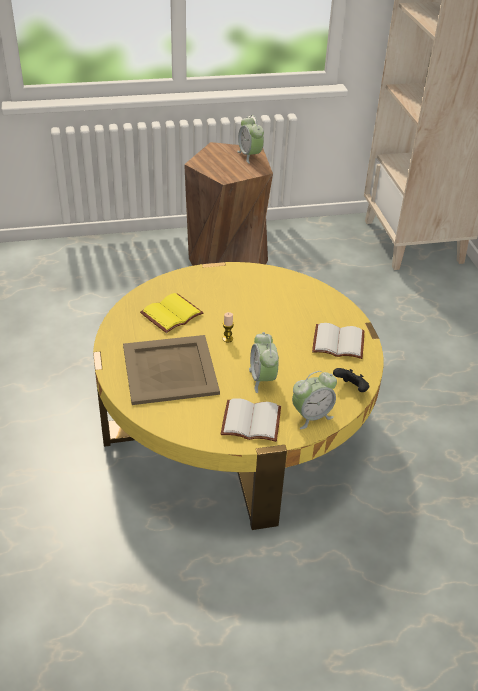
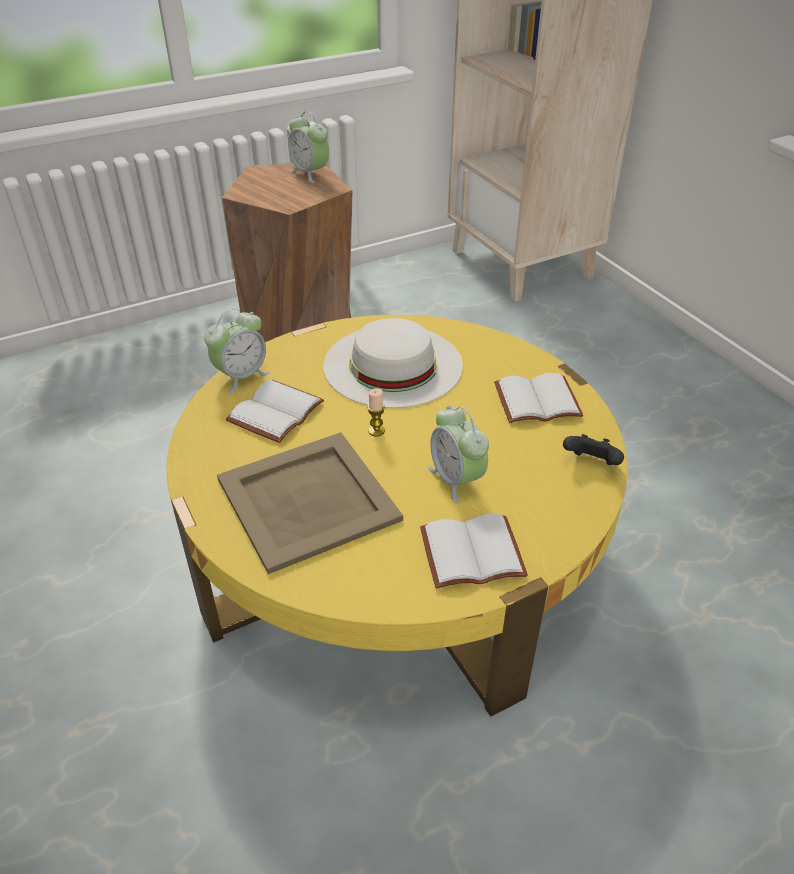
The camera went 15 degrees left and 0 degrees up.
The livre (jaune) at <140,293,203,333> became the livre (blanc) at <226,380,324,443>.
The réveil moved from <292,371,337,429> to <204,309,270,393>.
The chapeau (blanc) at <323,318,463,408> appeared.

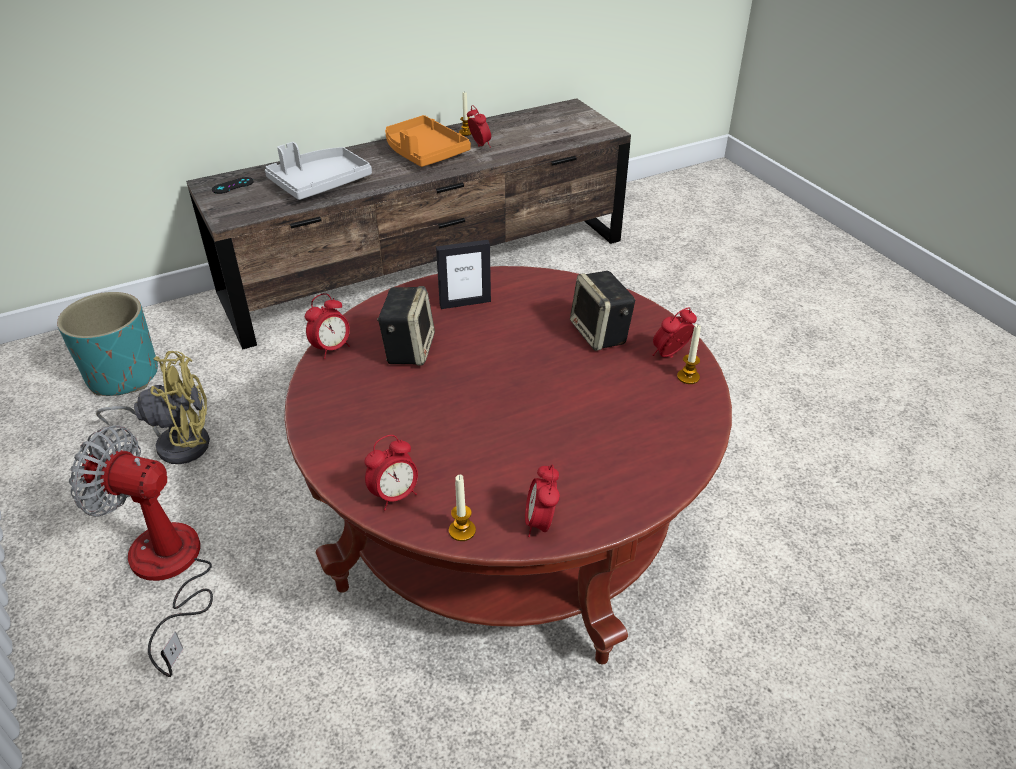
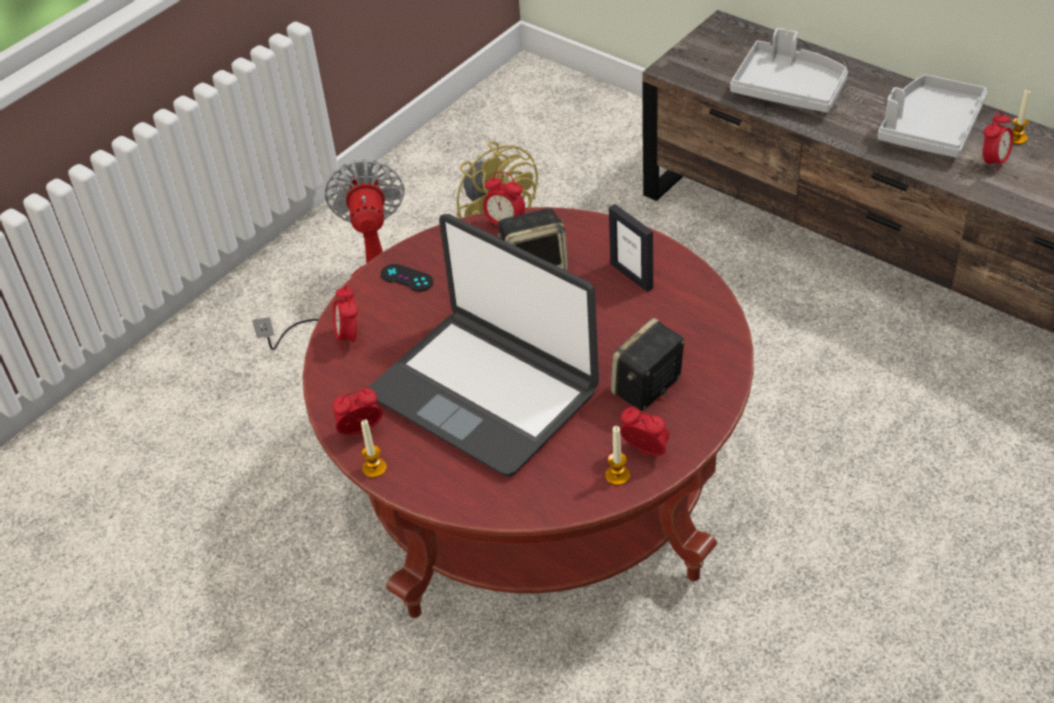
The camera went 70 degrees right and 5 degrees up.
The cache-pot (turquoise) at <57,292,158,396> disappeared.
The manette (noir) moved from <212,177,254,194> to <381,264,433,292>.
The réveil at <364,435,418,510> turned 45 degrees clockwise.
The plateau (orange) at <385,115,471,167> became the plateau (gris) at <878,75,987,158>.
The bougie moved from <449,475,476,541> to <361,420,387,478>.
The ordinateur portable at <368,214,599,477> appeared.

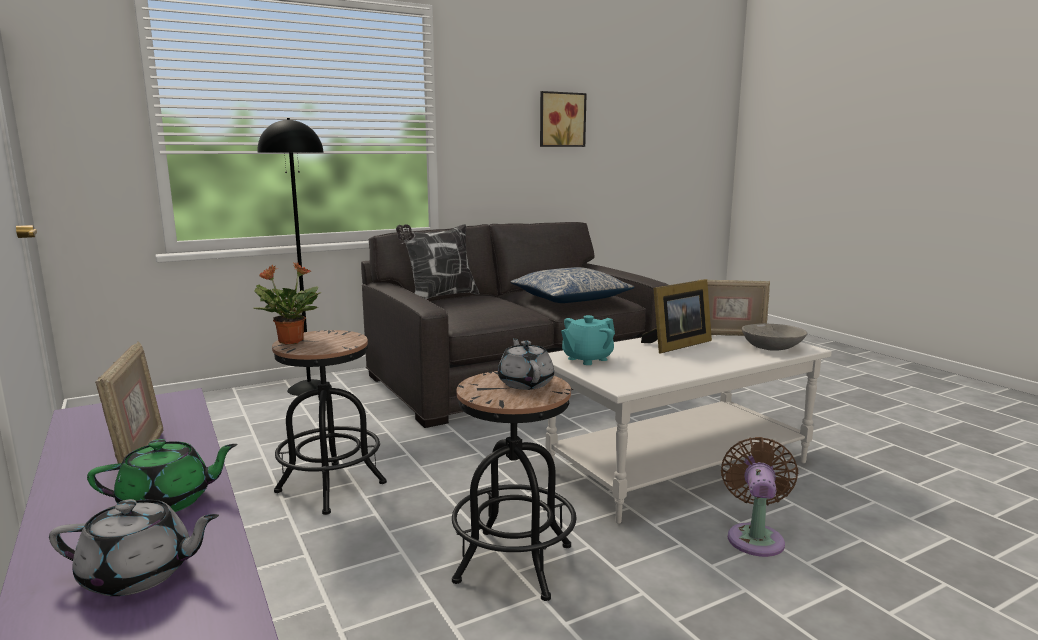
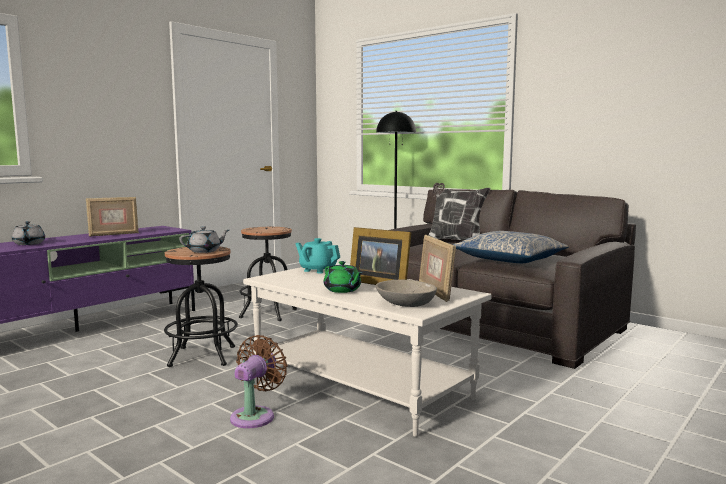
The camera went 70 degrees right and 5 degrees down.
The théière (vert) moved from <87,439,238,512> to <324,261,363,293>.
The plante en pot at <253,262,322,344> disappeared.
The tableau at <540,91,587,147> disappeared.
The ventilateur (marron) at <721,437,798,557> turned 60 degrees counterclockwise.

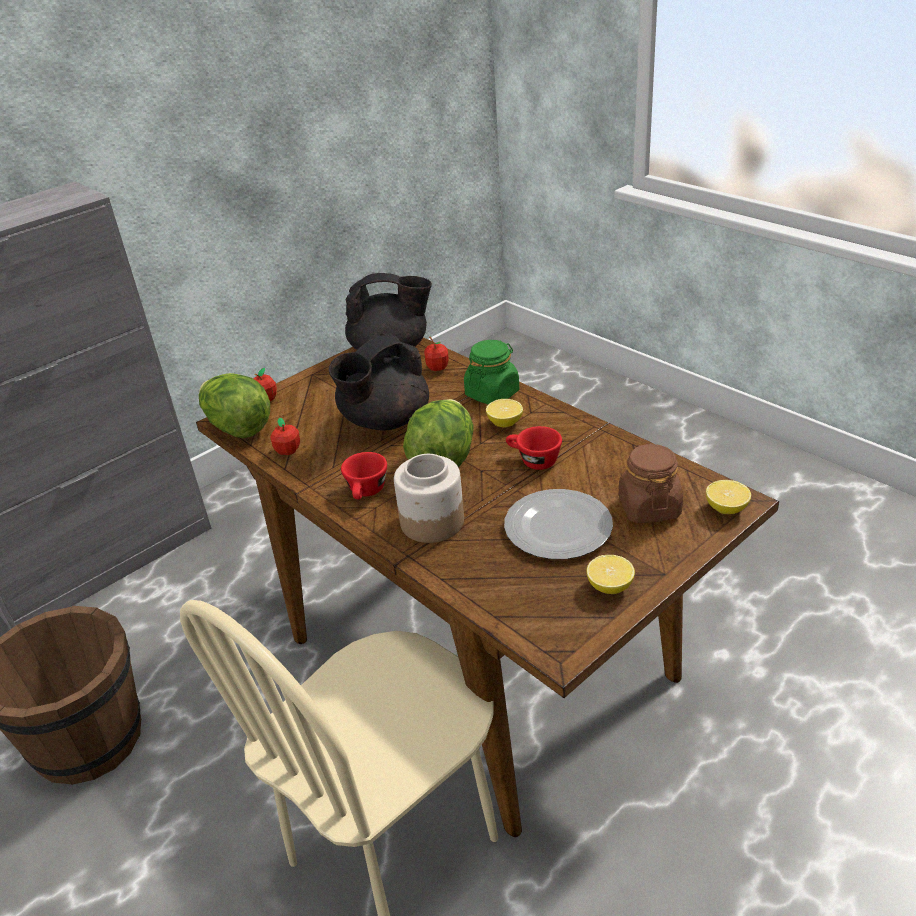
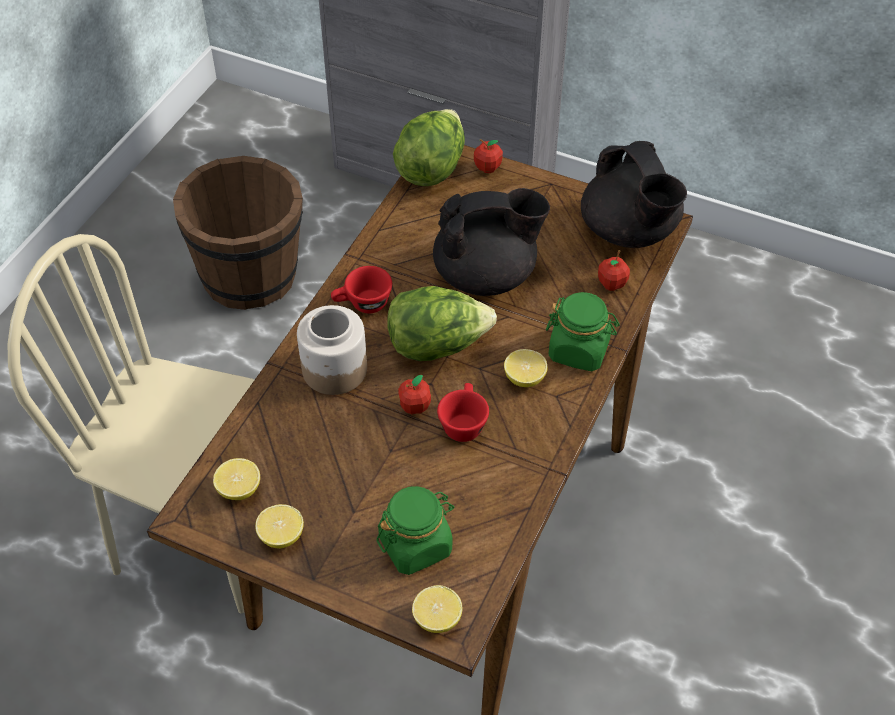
The camera went 65 degrees right and 15 degrees up.
The pomme moved from <270,418,300,455> to <398,375,431,414>.
The théière (noir) at <329,333,429,431> turned 150 degrees clockwise.
The assiette at <504,489,613,559> disappeared.
The bocal (marron) at <619,443,683,523> became the bocal (vert) at <377,486,454,575>.
The citron at <213,458,260,500> appeared.

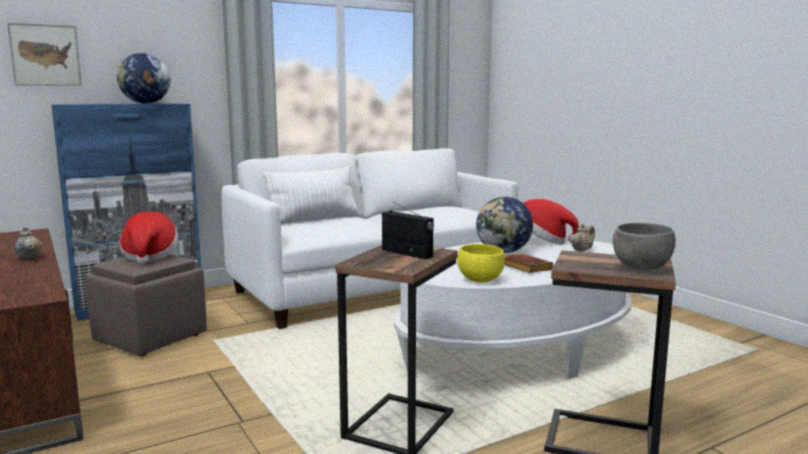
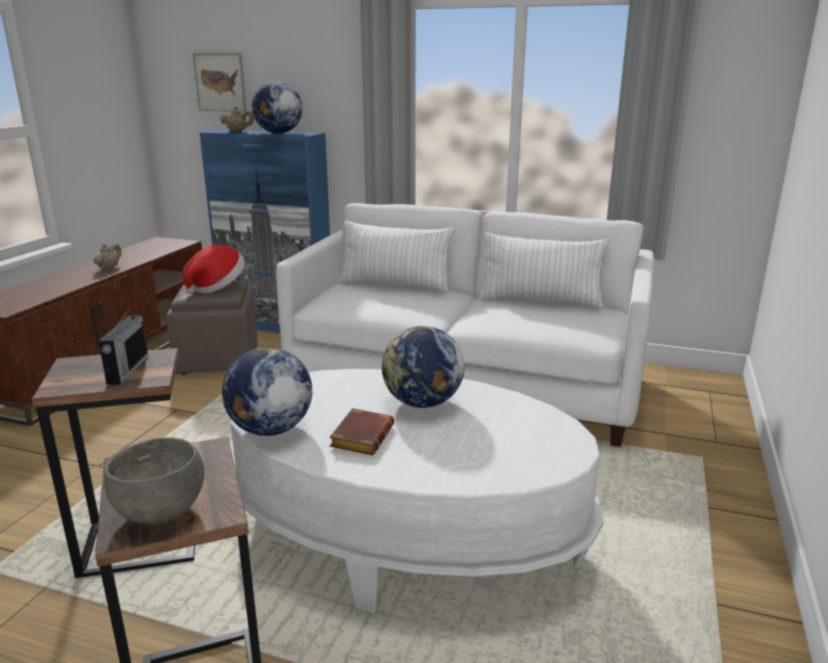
The camera went 50 degrees right and 10 degrees up.
The bol (jaune) at <457,244,505,283> was replaced by the globe at <222,347,312,436>.
The chapeau at <523,199,579,244> disappeared.
The théière (beige) moved from <571,224,595,252> to <220,107,254,132>.
The coussin (blanc) at <478,233,609,309> appeared.

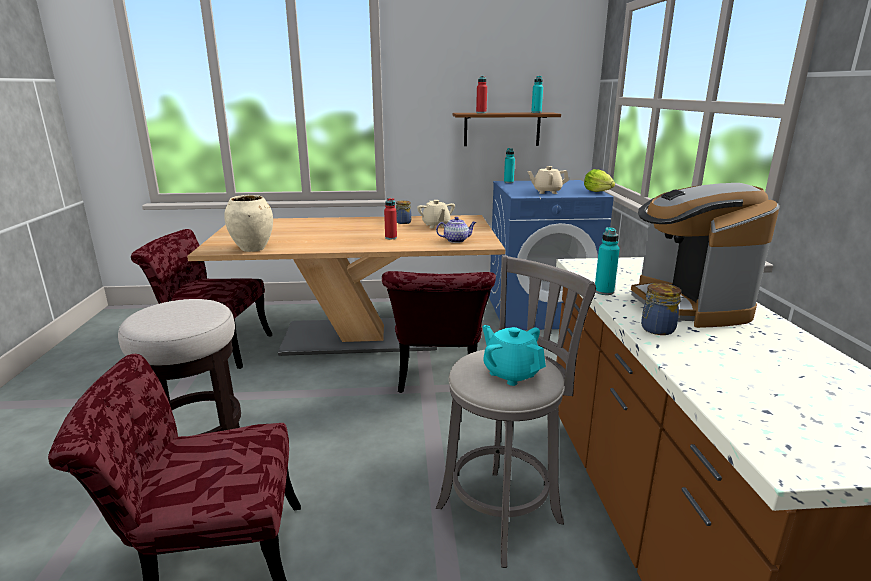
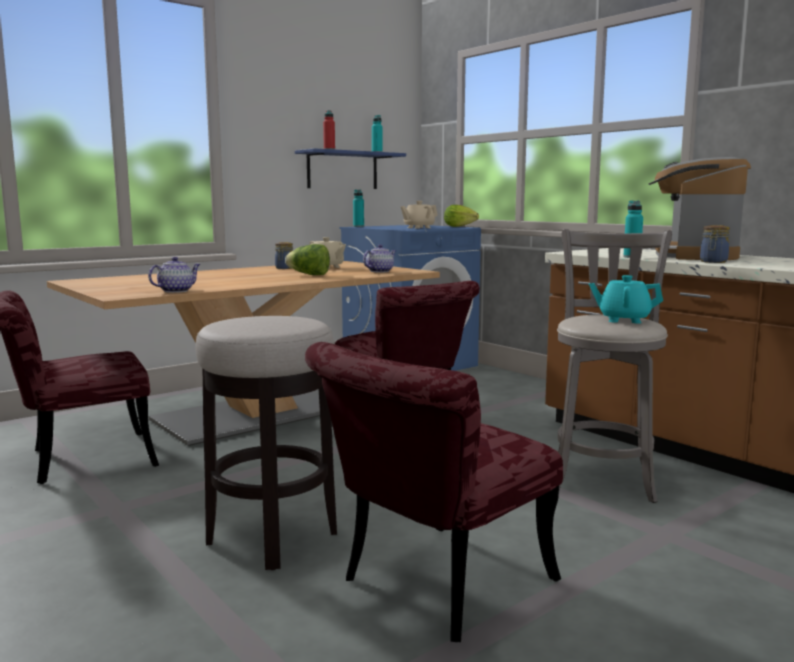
The camera went 35 degrees left and 10 degrees down.
The vase (beige) at <224,195,273,252> was replaced by the théière at <148,257,200,293>.
The bouteille (rouge) at <384,198,397,239> was replaced by the laitue at <285,244,330,275>.
The étagère (marron) at <453,112,561,146> became the étagère (bleu) at <295,148,406,189>.
The machine à café at <631,183,780,328> turned 60 degrees clockwise.

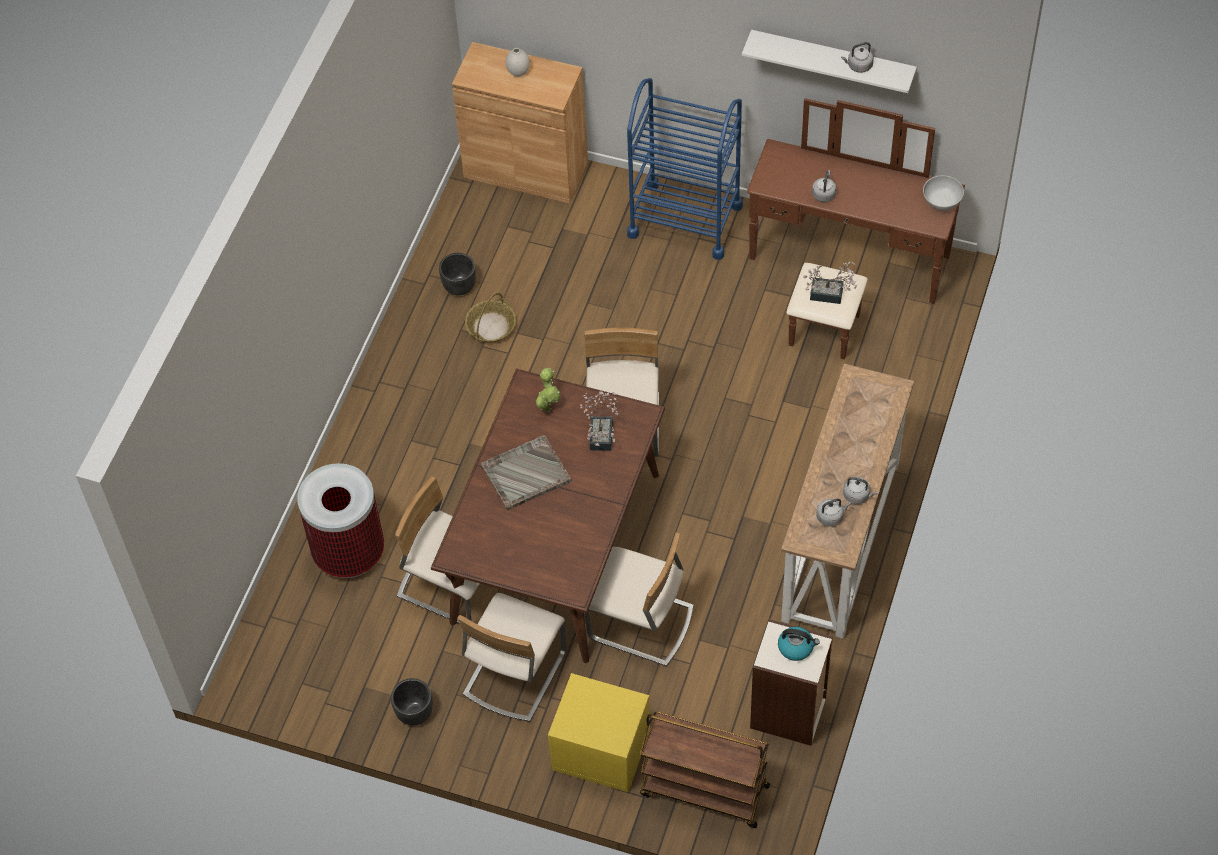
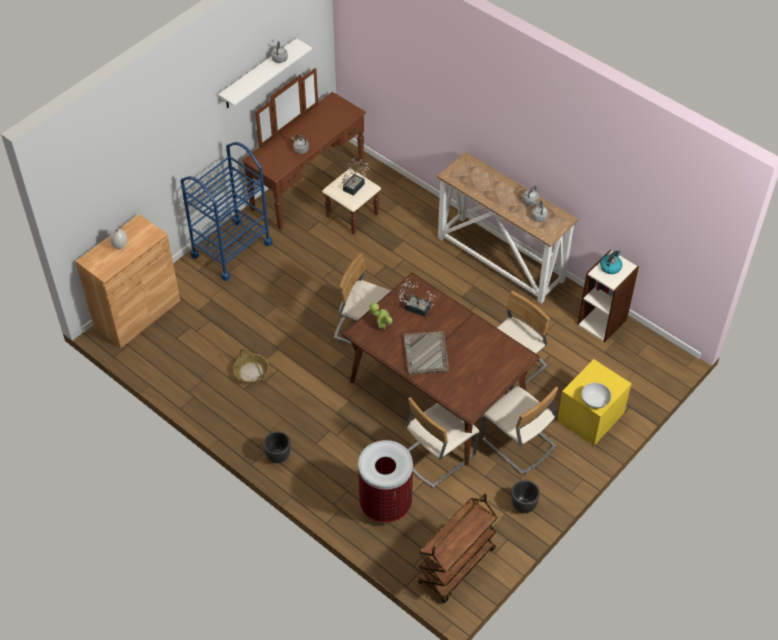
The camera went 70 degrees left and 5 degrees down.
The cache-pot (noir) moved from <439,253,476,295> to <263,431,291,463>.
The chariot (marron) moved from <640,711,770,828> to <417,494,498,603>.
The bol (blanc) moved from <923,175,964,210> to <581,383,611,409>.

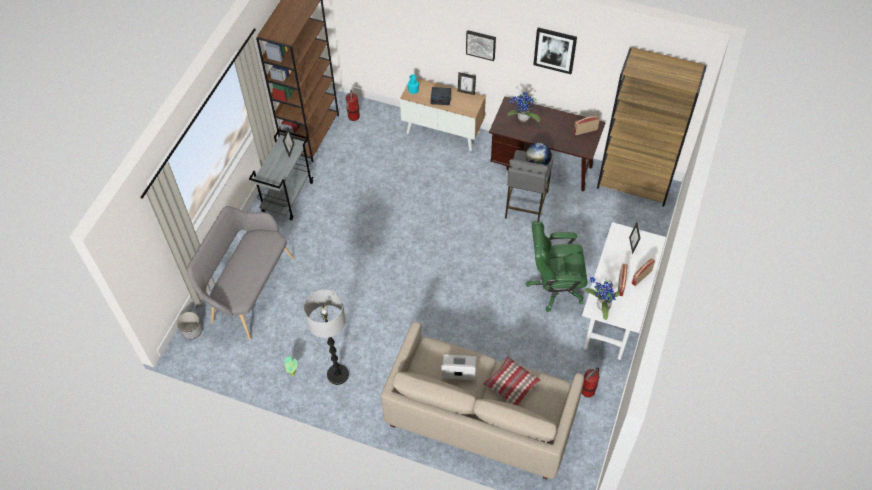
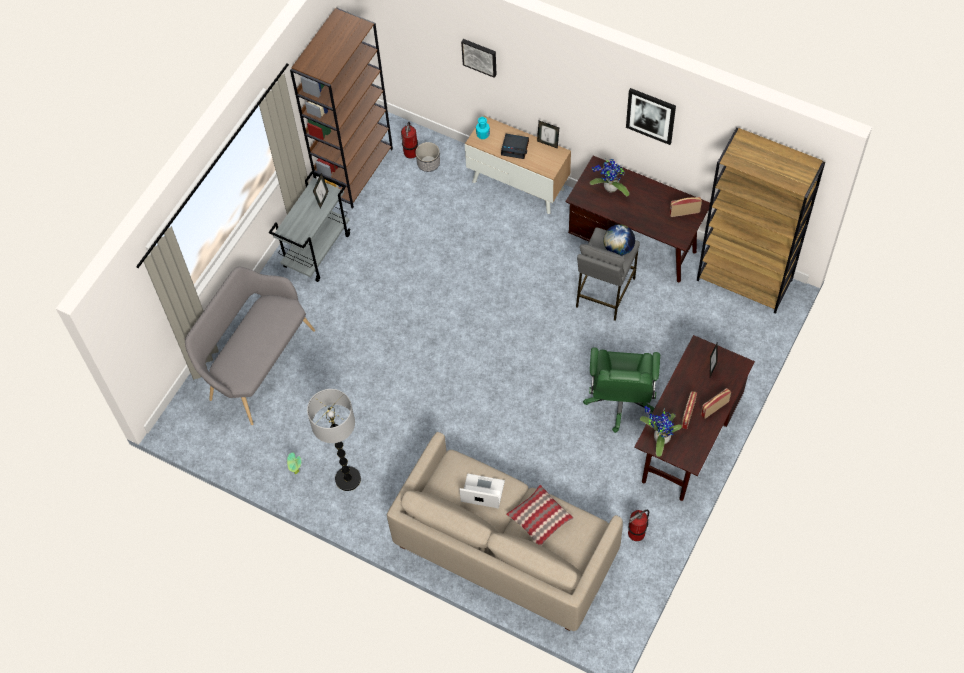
The camera went 10 degrees right and 5 degrees up.
The cache-pot moved from <177,312,202,339> to <415,142,440,172>.
The tableau moved from <466,30,496,61> to <461,39,497,78>.
The chaise de bureau (vert) at <525,221,587,312> turned 90 degrees counterclockwise.
The bureau (blanc) at <582,222,666,360> became the bureau (marron) at <634,335,755,501>.

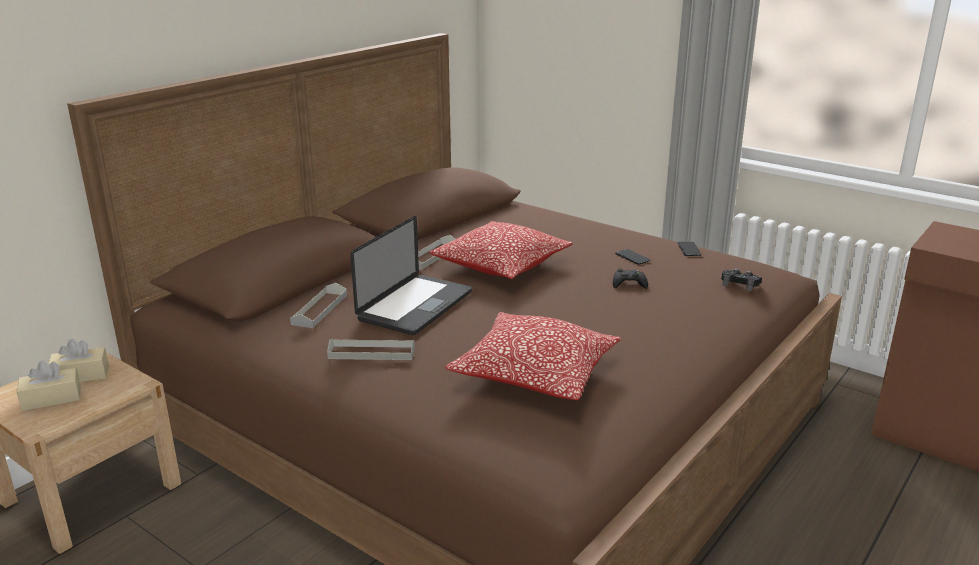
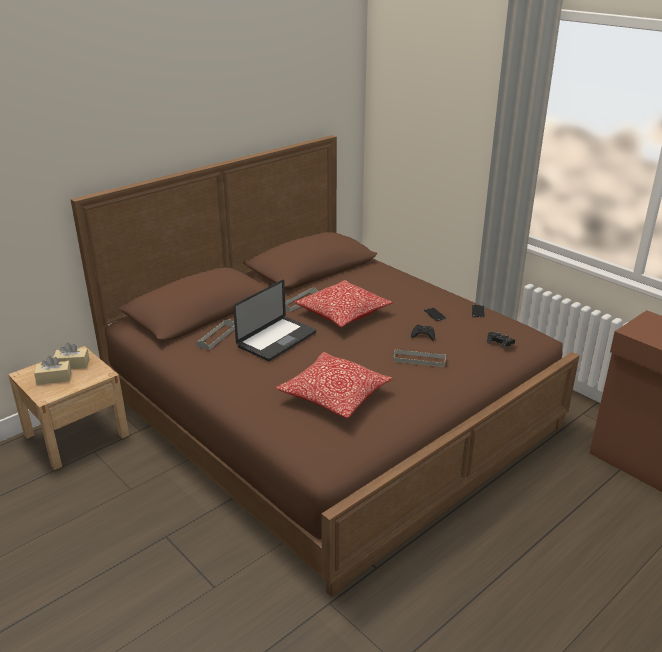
The camera went 10 degrees right and 5 degrees up.
The plateau (gris) moved from <327,339,415,360> to <393,349,446,367>.

